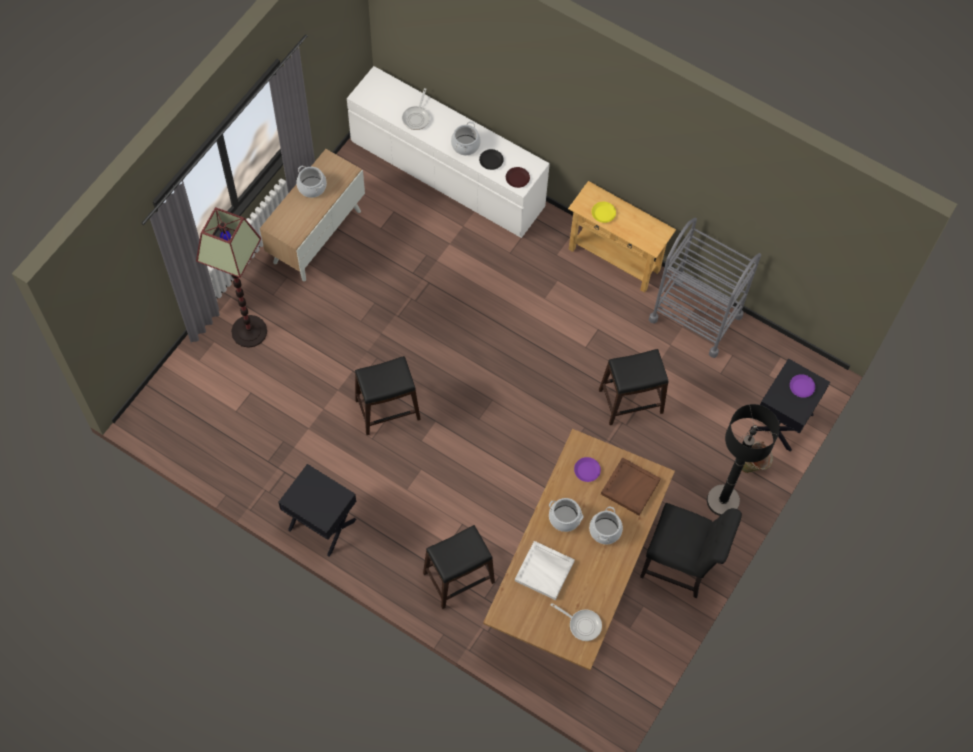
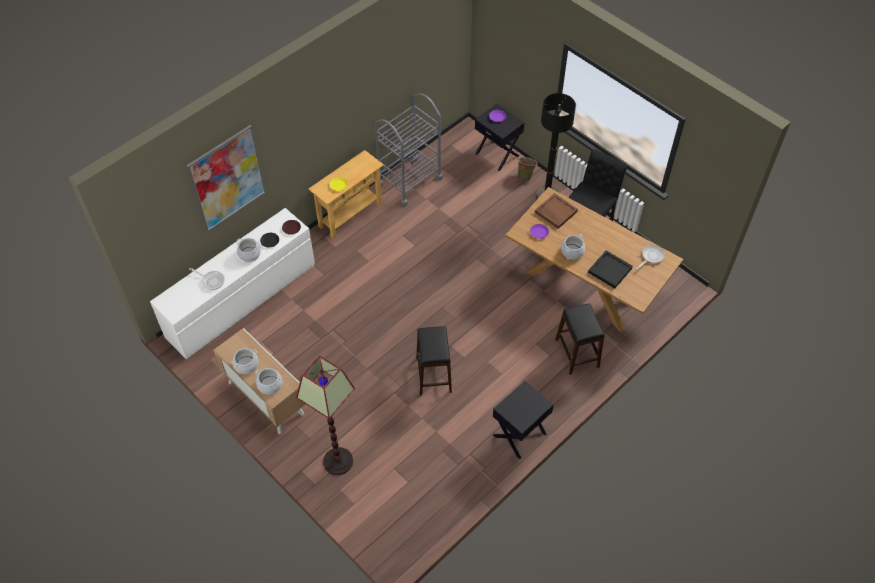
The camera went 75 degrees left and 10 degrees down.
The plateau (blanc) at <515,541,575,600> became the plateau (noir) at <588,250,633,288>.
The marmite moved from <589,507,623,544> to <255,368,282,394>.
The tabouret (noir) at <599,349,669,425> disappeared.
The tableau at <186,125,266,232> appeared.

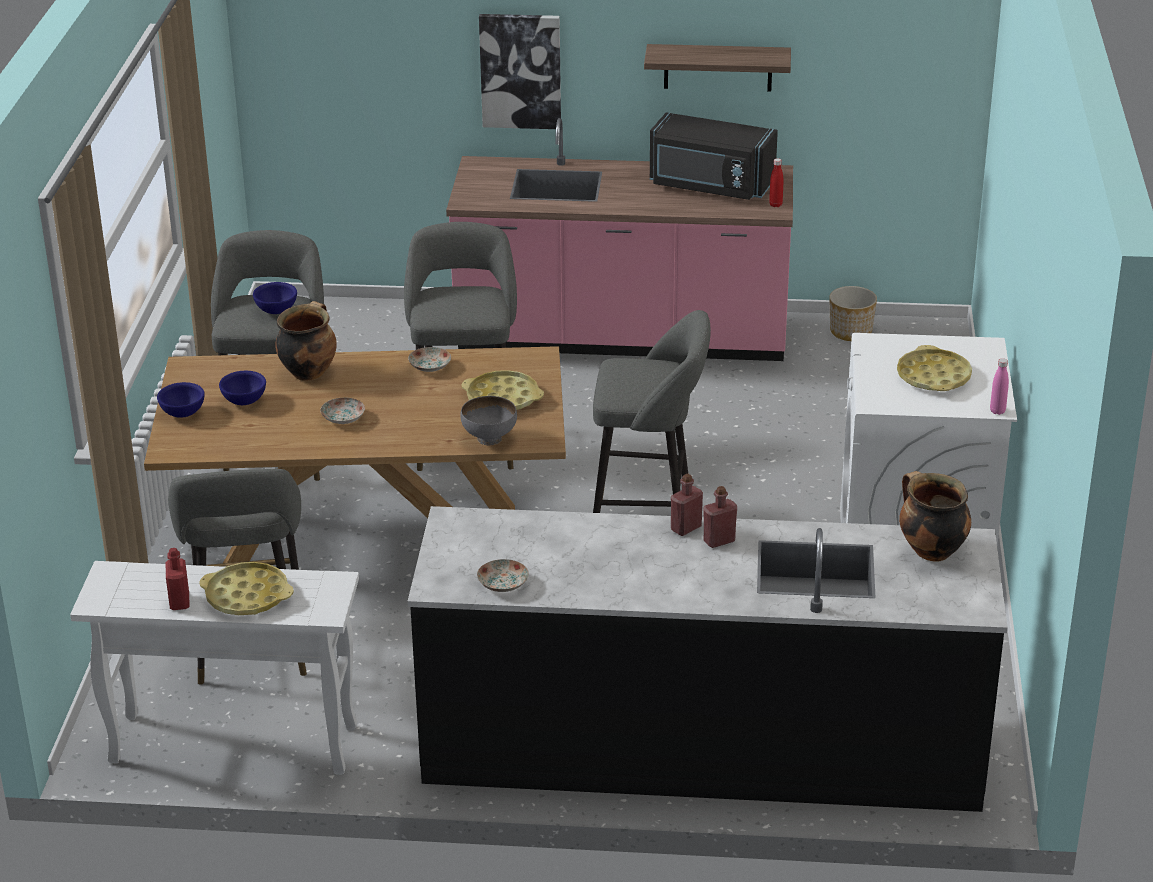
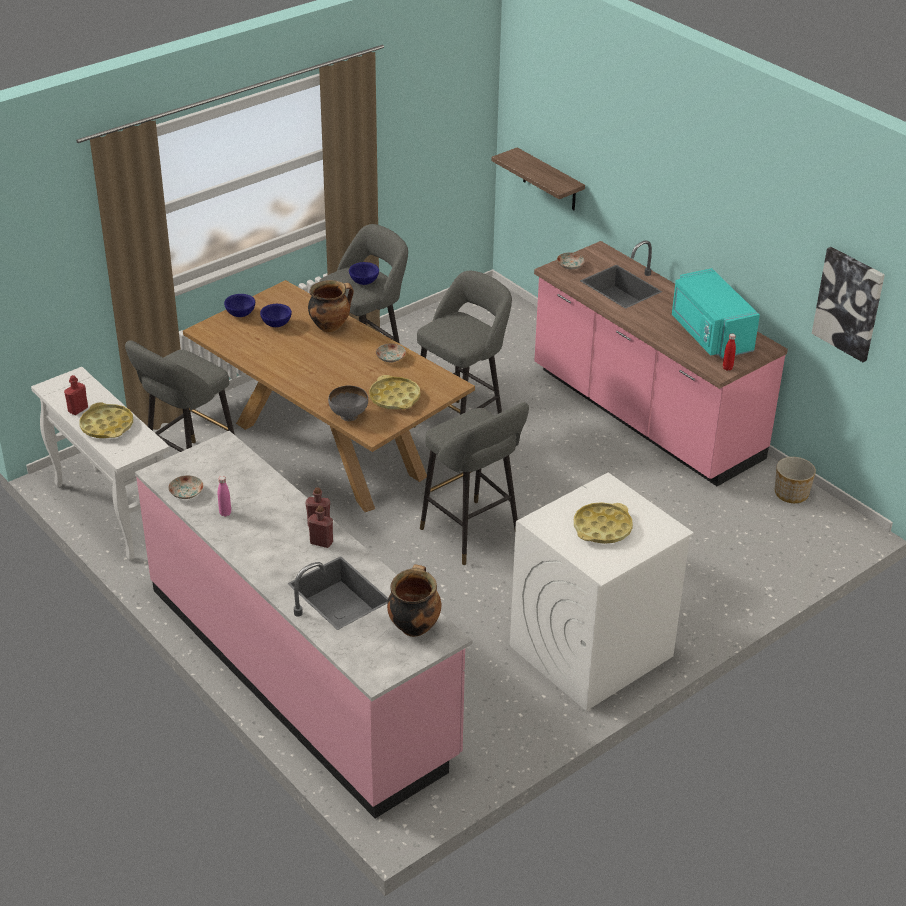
The camera went 45 degrees right and 5 degrees up.
The assiette moved from <320,398,365,424> to <557,252,585,269>.
The comptoir de cuisine (noir) at <407,506,1008,812> became the comptoir de cuisine (rose) at <135,431,473,818>.
The tableau moved from <479,14,561,129> to <812,247,885,362>.
The étagère moved from <644,44,791,92> to <491,148,585,210>.
The micro-ondes (noir) at <650,112,778,200> became the micro-ondes (turquoise) at <672,268,760,359>.
The bouteille (rose) moved from <990,358,1009,415> to <218,476,231,517>.

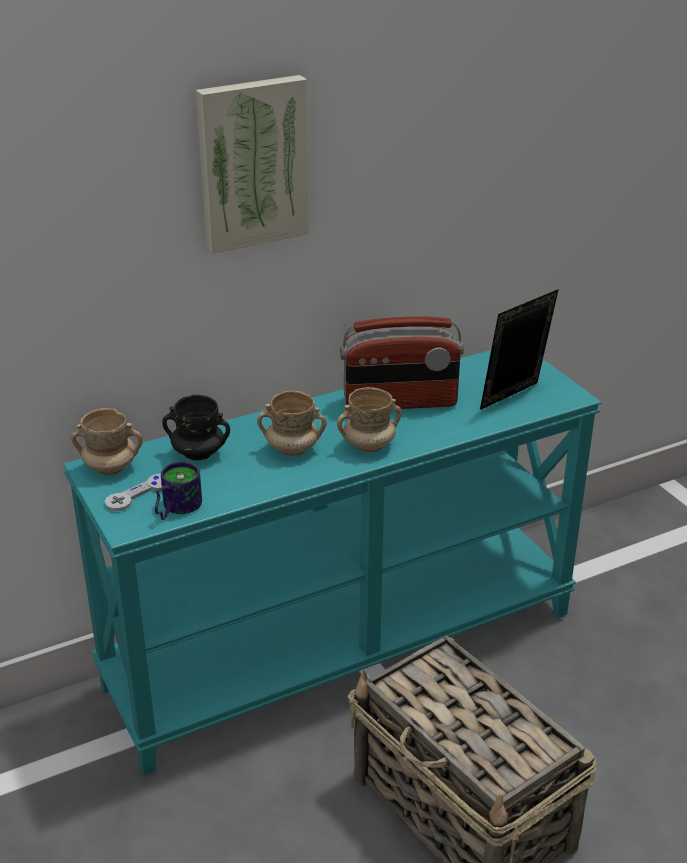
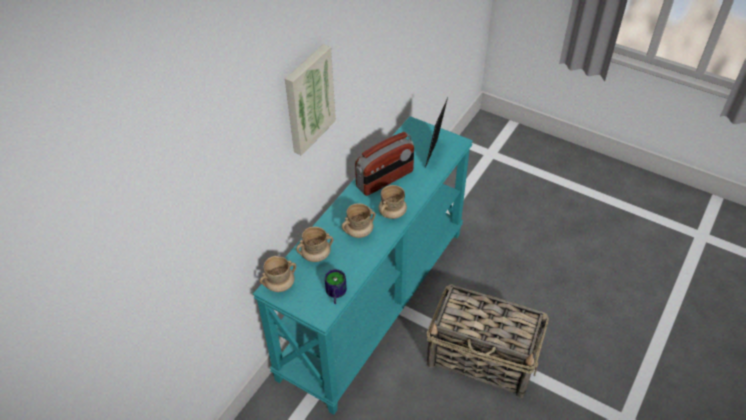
The camera went 30 degrees left and 15 degrees up.
The manette (gris) at <105,473,162,511> disappeared.
The mug (noir) at <162,395,230,460> became the mug (beige) at <296,227,333,262>.

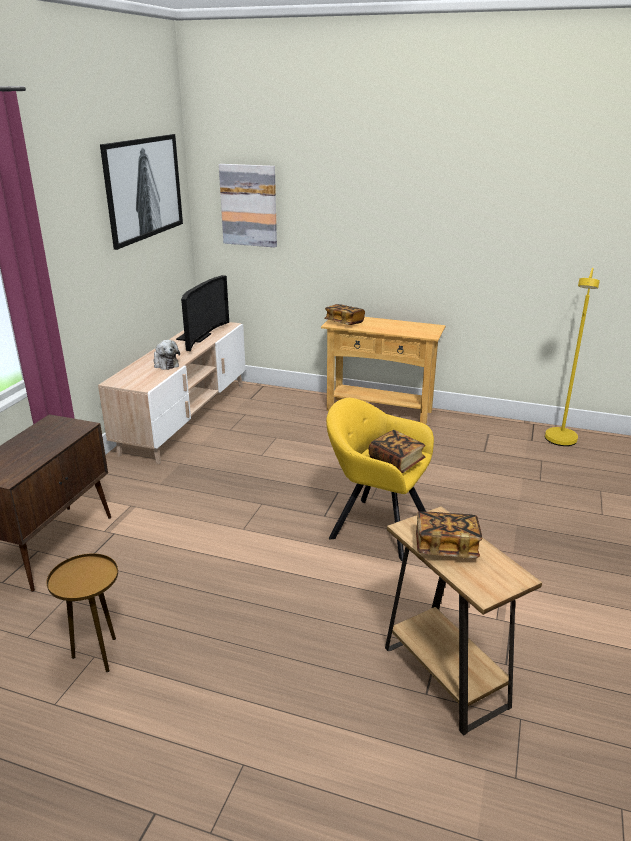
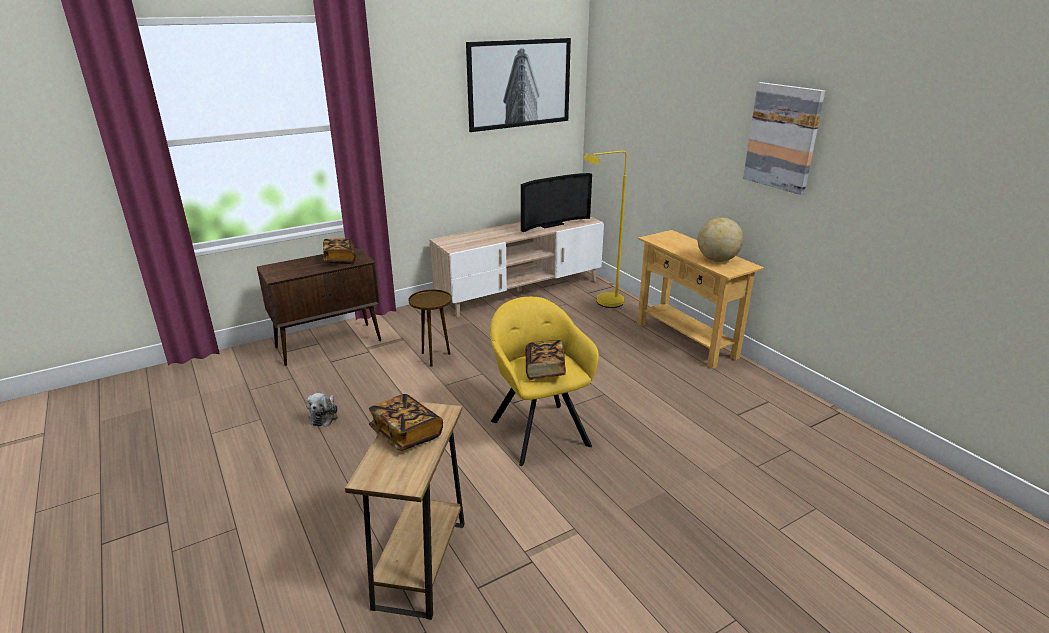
The camera went 40 degrees right and 0 degrees up.
The table d'appoint (marron) moved from <47,553,118,672> to <409,289,452,367>.
The peluche moved from <154,340,180,370> to <306,393,338,426>.
The tableau moved from <219,164,277,248> to <743,82,825,195>.
The livre moved from <324,304,365,325> to <323,238,356,264>.
The lampadaire (jaune) moved from <545,268,600,446> to <583,151,627,308>.
The globe at <698,217,744,262> appeared.

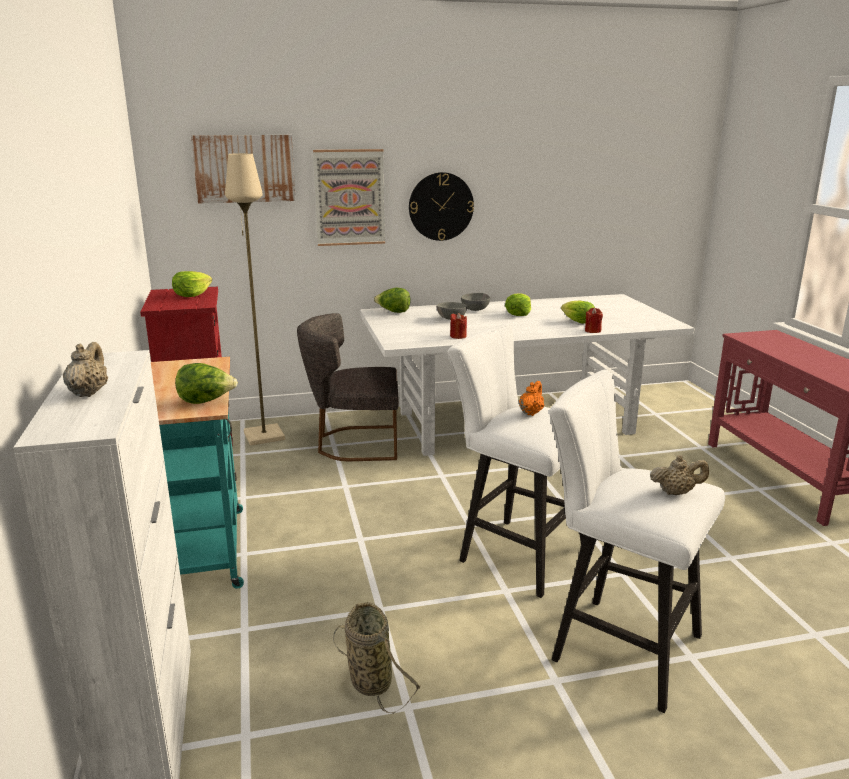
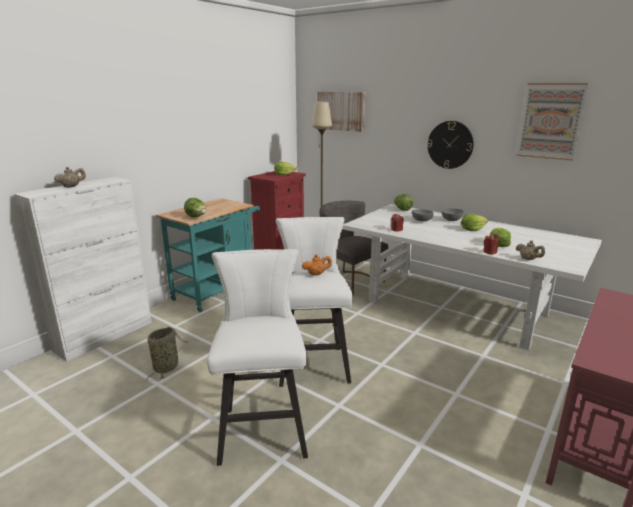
The camera went 50 degrees right and 0 degrees up.
The tableau moved from <313,149,385,246> to <516,83,589,161>.
The théière (beige) moved from <650,455,709,495> to <516,240,545,260>.

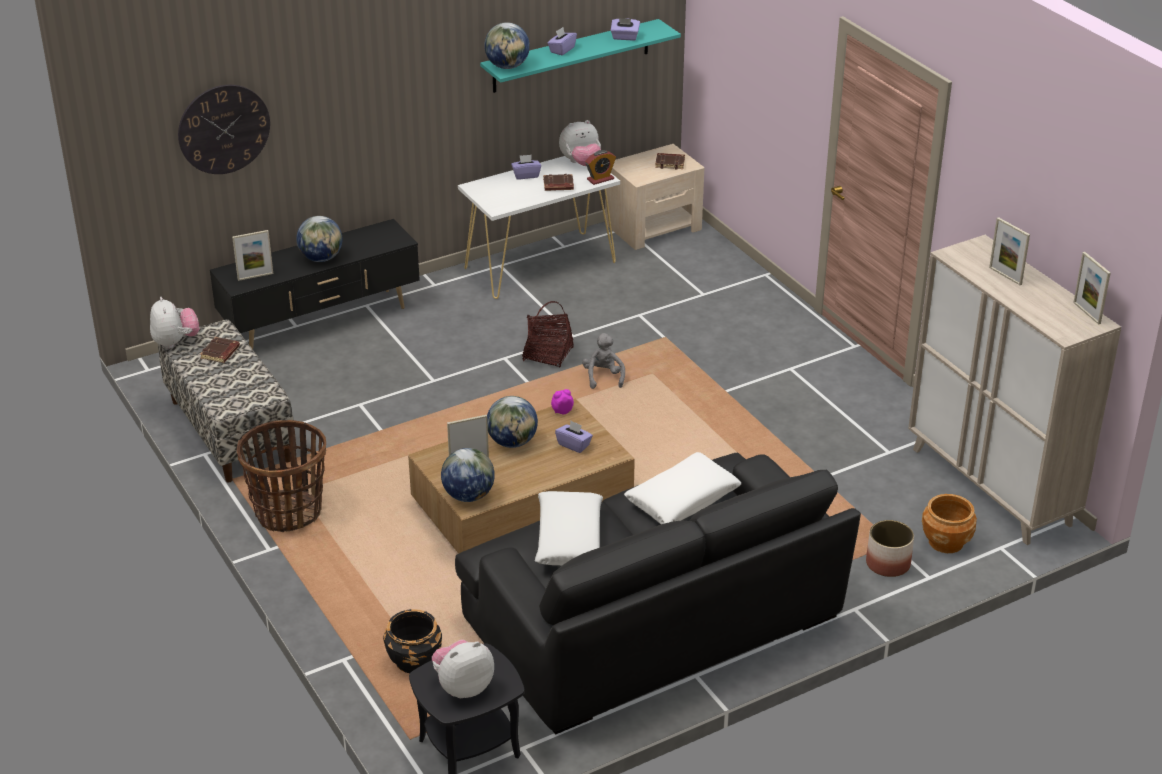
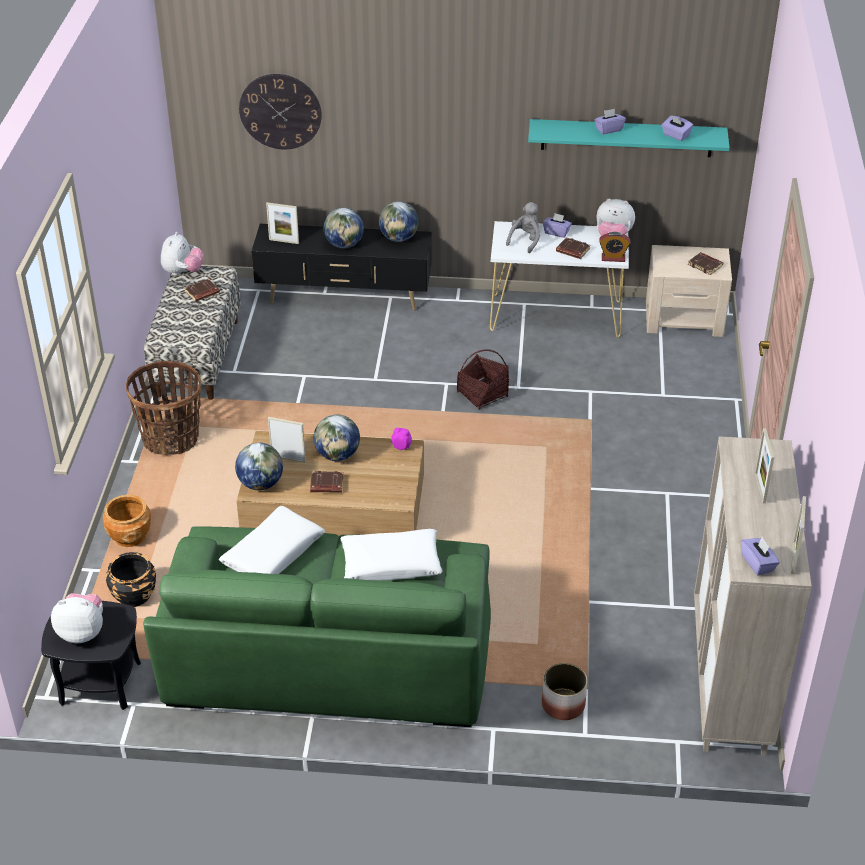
The camera went 35 degrees right and 5 degrees up.
The canapé (noir) at <455,453,861,735> became the canapé (vert) at <143,526,491,727>.
The globe moved from <484,22,530,69> to <379,201,419,242>.
The boîte à mouchoirs (violet) moved from <555,421,593,453> to <741,536,780,576>.
The peluche (gris) moved from <582,333,625,389> to <506,202,540,253>.
The cache-pot (marron) moved from <922,494,977,553> to <103,495,151,547>.
The livre (marron) at <310,471,344,493> appeared.

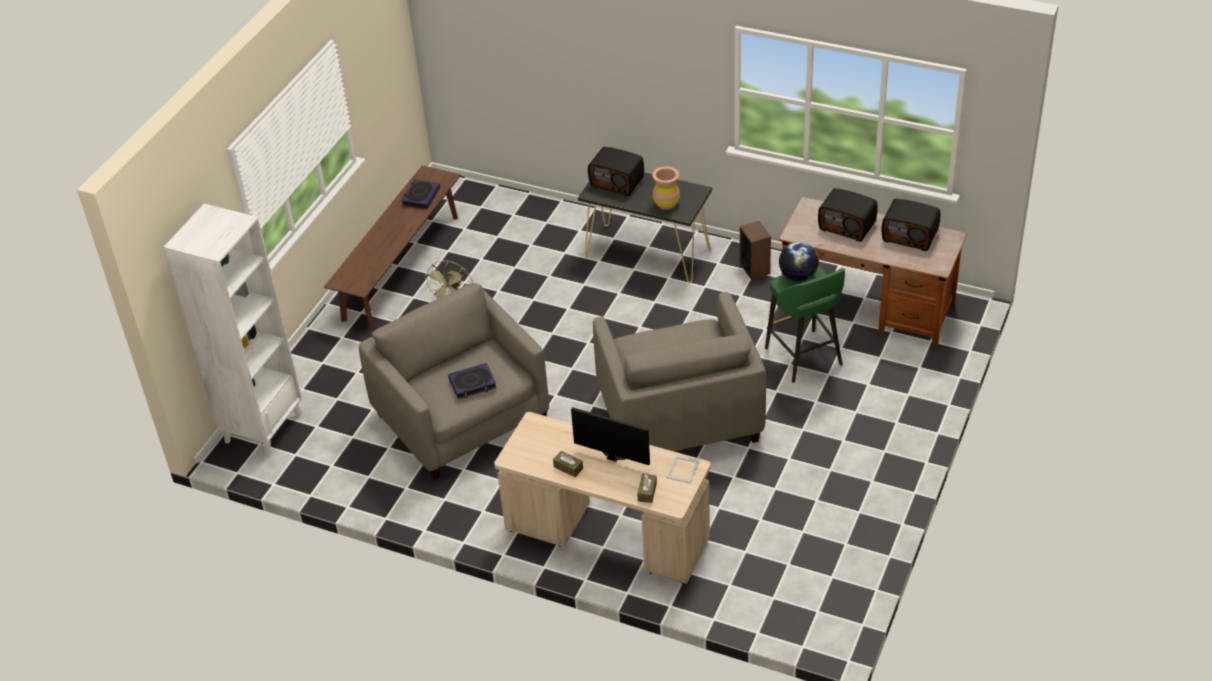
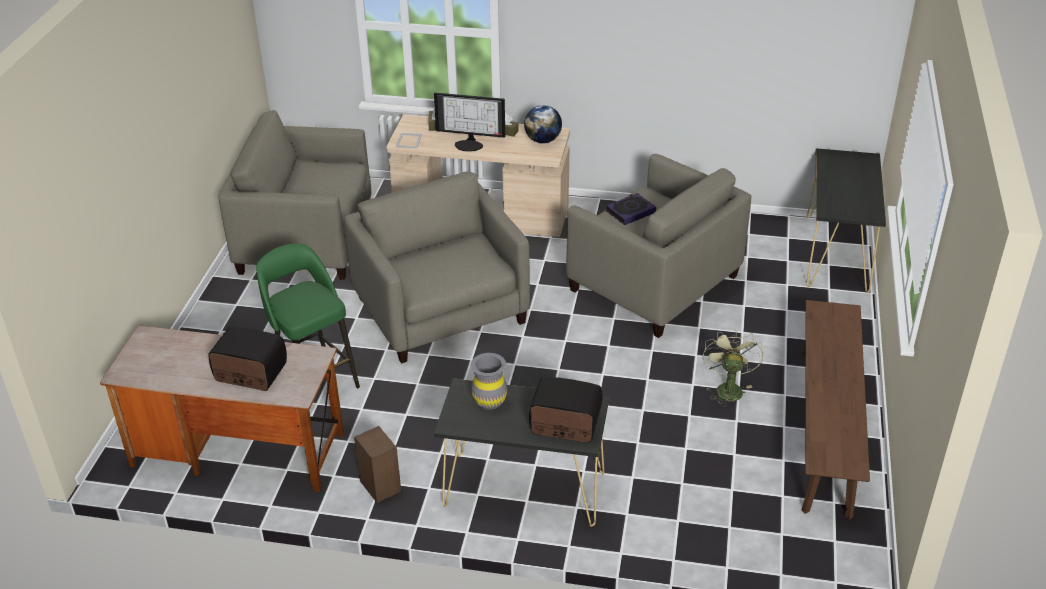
The camera went 165 degrees right and 5 degrees down.
The bibliothèque (blanc) at <163,204,302,456> was replaced by the table console (noir) at <806,148,886,293>.
The livre at <401,179,440,209> disappeared.
The vase (marron) at <652,166,680,210> became the vase (gris) at <471,353,507,410>.
The globe moved from <779,242,819,281> to <524,105,562,143>.
The radio at <882,199,940,251> disappeared.
The fauteuil (beige) at <218,110,371,280> appeared.

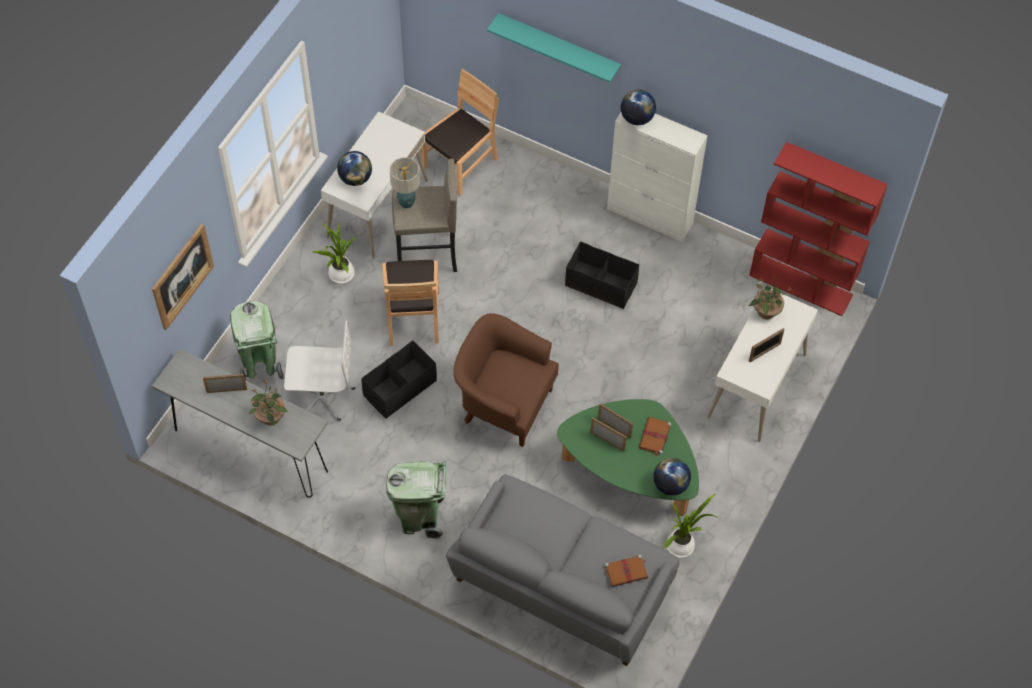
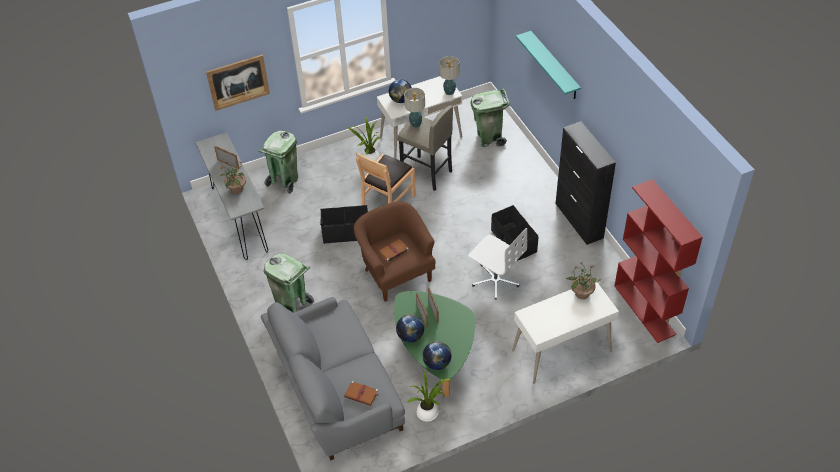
The camera went 40 degrees right and 10 degrees down.
The chaise de bureau (blanc) moved from <284,320,355,421> to <468,228,527,300>.
The chaise (marron) at <421,69,499,196> was replaced by the poubelle (vert) at <470,88,510,147>.
The meuble de rangement (blanc) at <607,113,708,242> became the meuble de rangement (noir) at <555,121,616,245>.
The globe moved from <621,90,656,125> to <396,314,424,343>.
The livre (marron) moved from <639,417,671,457> to <378,239,409,262>.
The cadre photo at <749,328,784,362> disappeared.
The lampe de table at <439,56,459,95> appeared.

